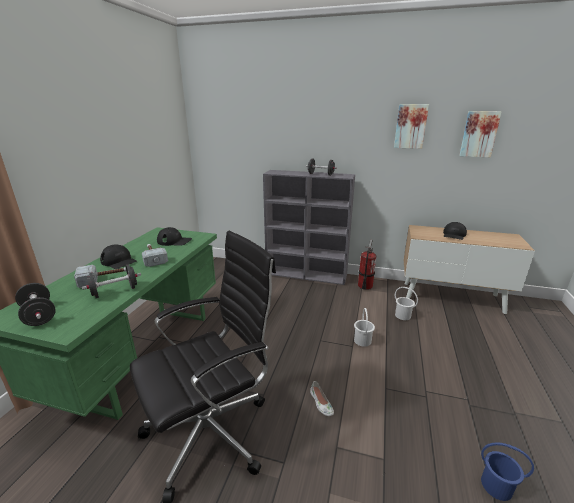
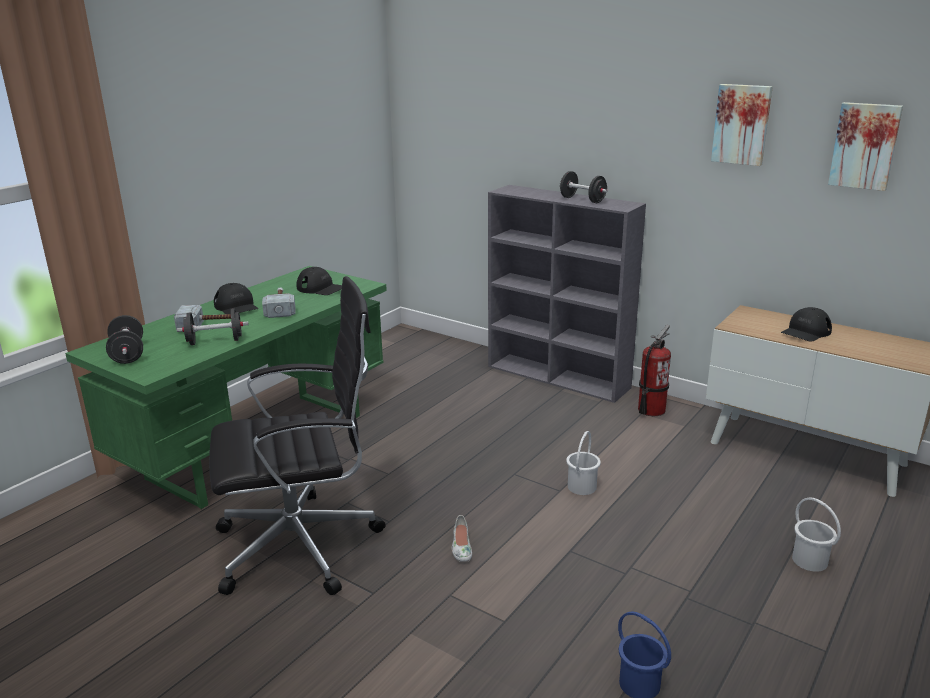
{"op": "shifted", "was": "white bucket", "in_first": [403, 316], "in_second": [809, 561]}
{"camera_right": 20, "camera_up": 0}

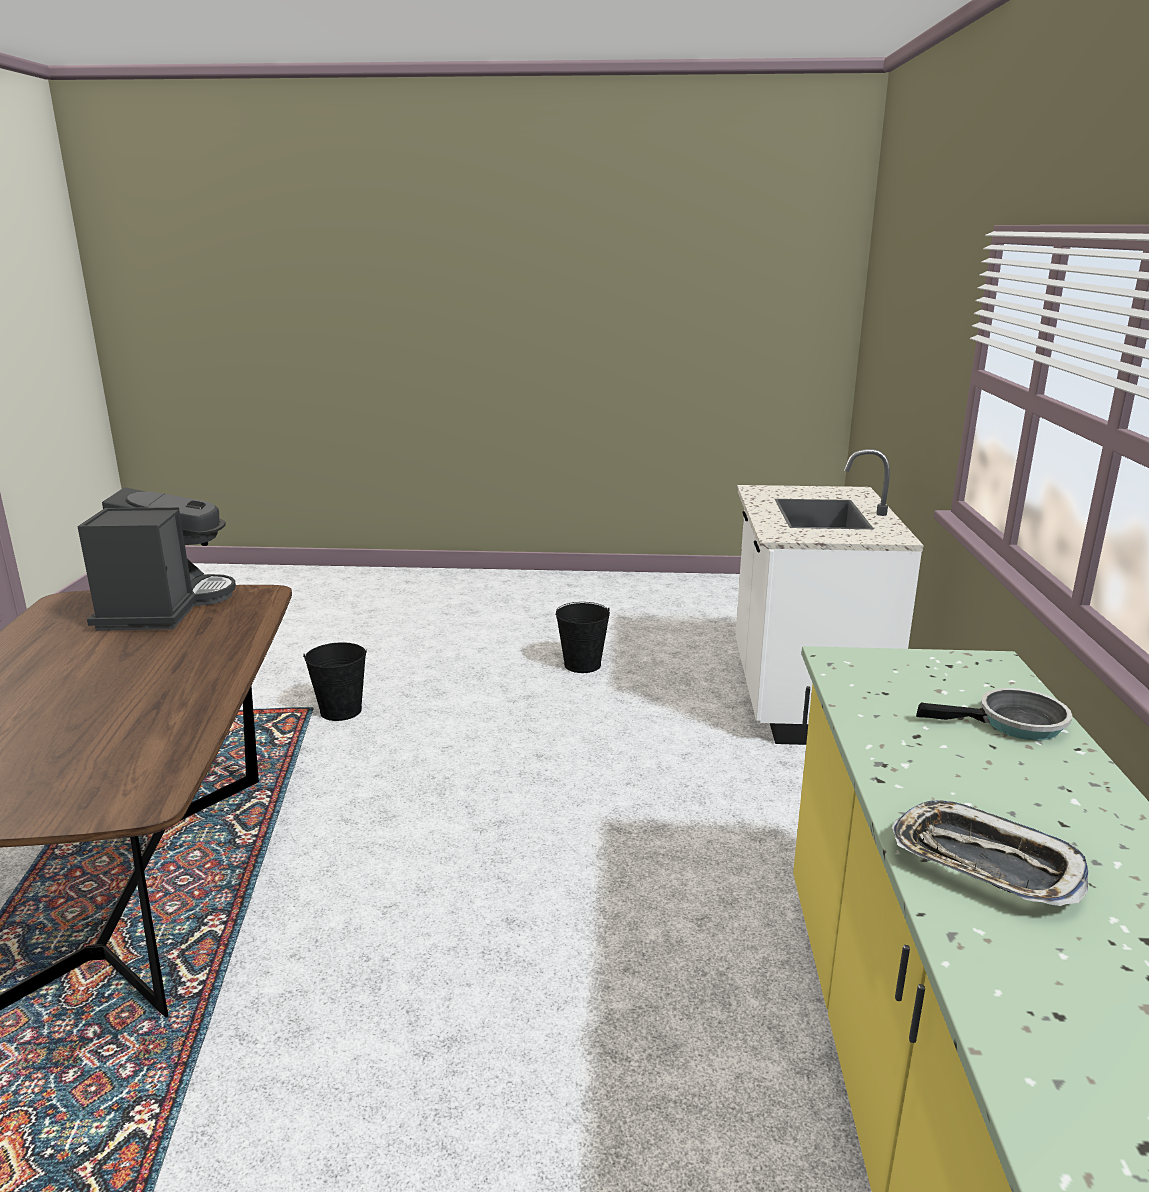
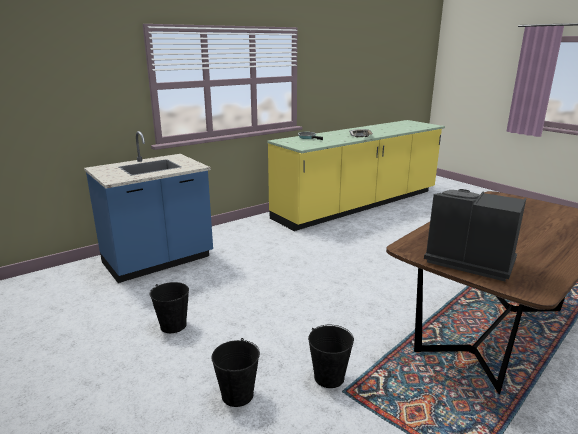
{"op": "repainted", "was": "white counter", "now": "blue counter", "in_first": [802, 698], "in_second": [158, 261]}
{"op": "rotated", "was": "coffee machine", "in_first": [163, 607], "in_second": [467, 260], "clockwise": 75}
{"op": "new", "now": "black bucket", "in_second": [237, 395]}
{"camera_right": -130, "camera_up": 0}

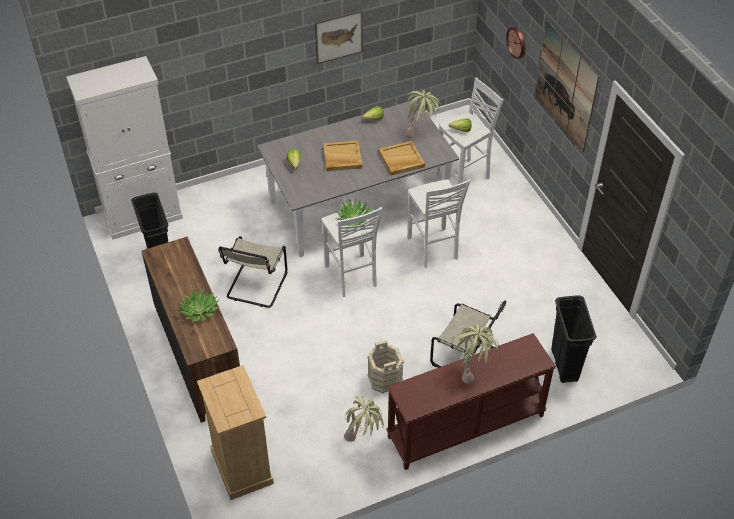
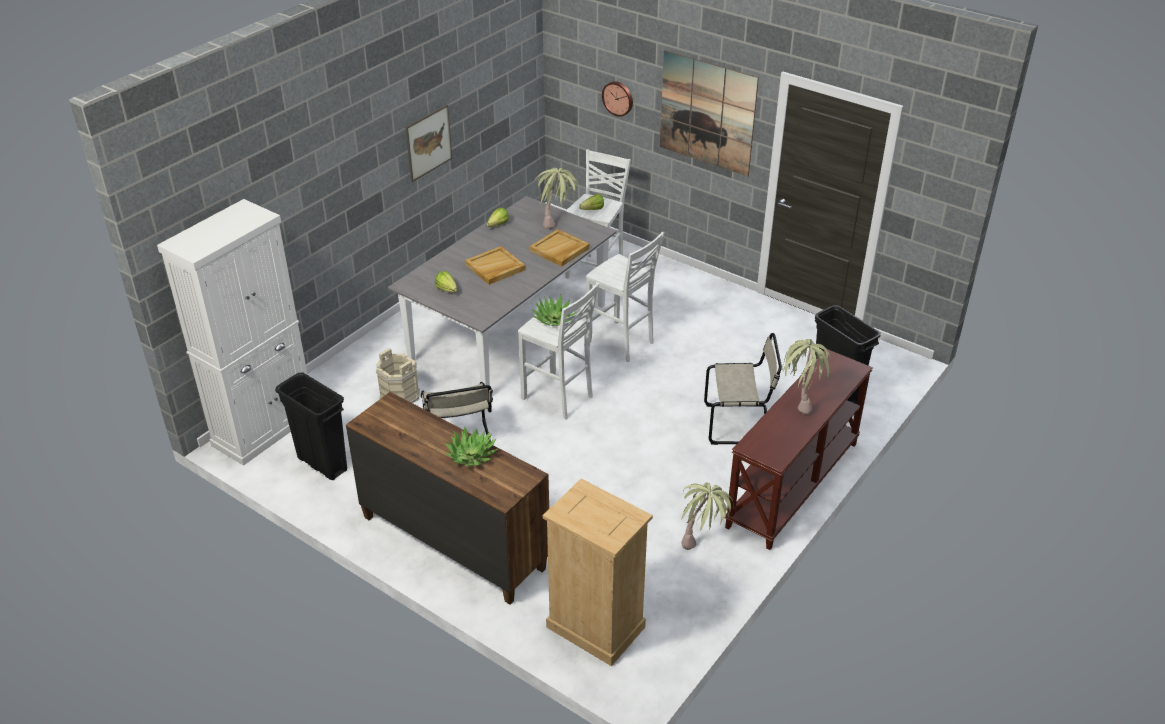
{"op": "shifted", "was": "beige bucket", "in_first": [385, 379], "in_second": [400, 396]}
{"camera_right": -30, "camera_up": -10}

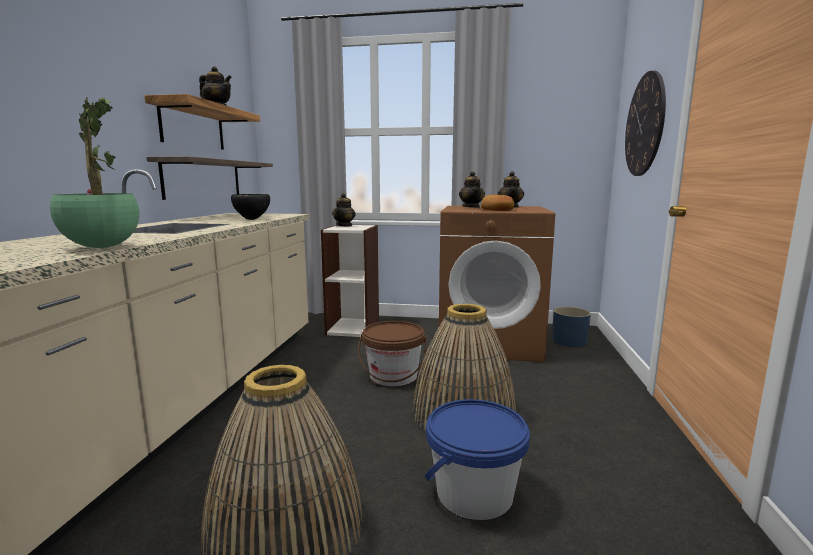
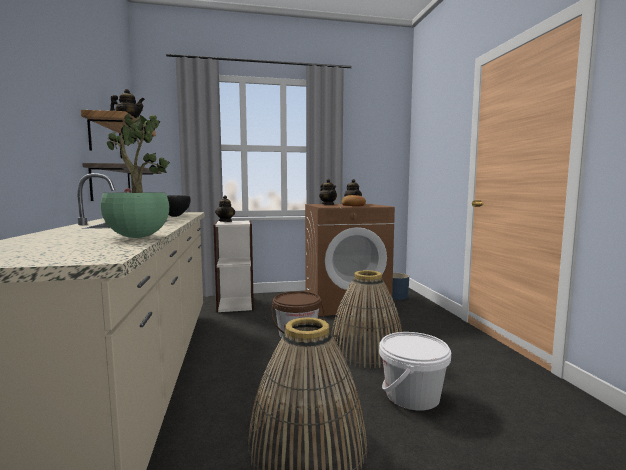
{"op": "gone", "was": "wall clock", "in_first": [644, 125]}
{"op": "repainted", "was": "blue bucket", "now": "white bucket", "in_first": [474, 492], "in_second": [412, 395]}
{"camera_right": -20, "camera_up": -5}

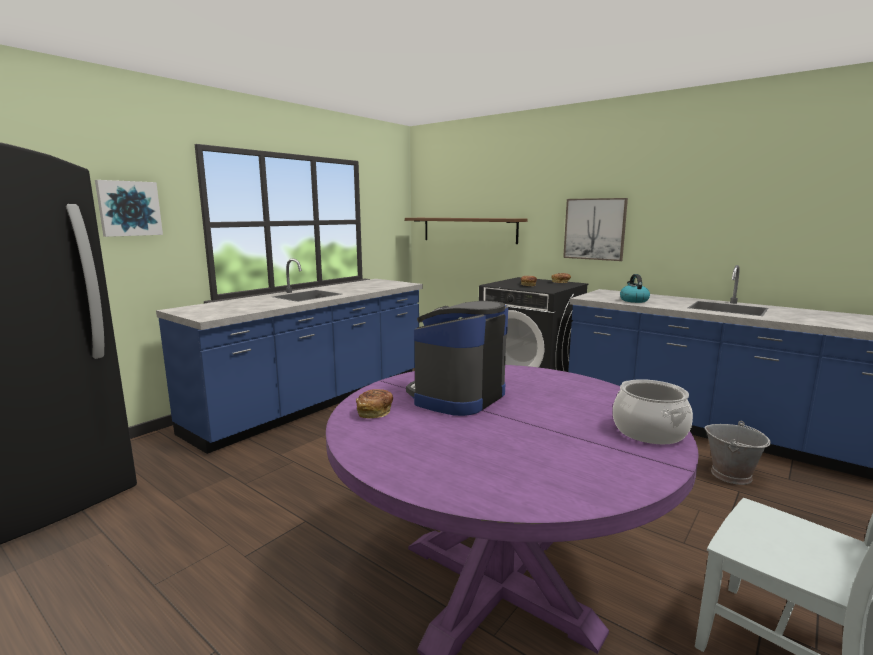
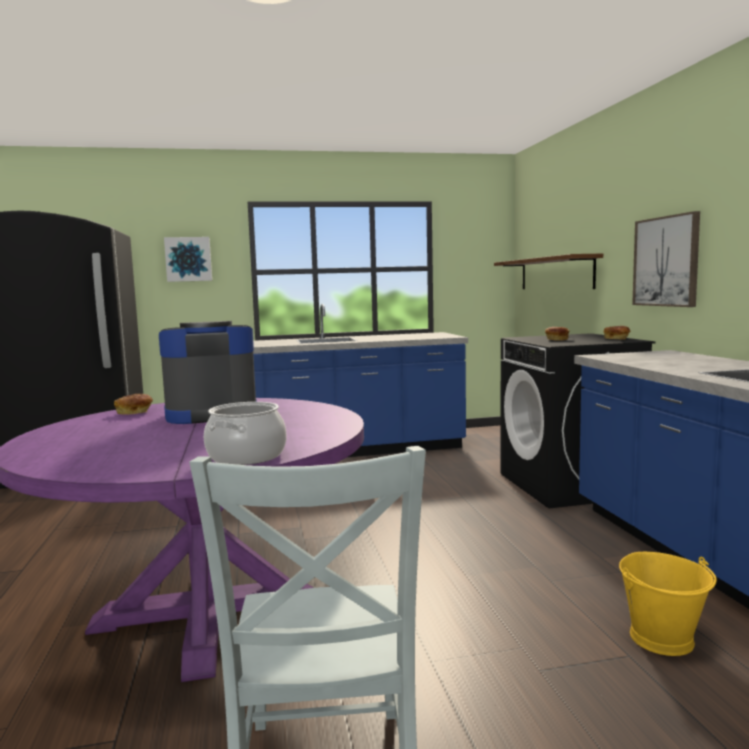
{"op": "gone", "was": "kettle", "in_first": [633, 300]}
{"op": "repainted", "was": "grey bucket", "now": "yellow bucket", "in_first": [731, 475], "in_second": [662, 638]}
{"camera_right": 40, "camera_up": -5}

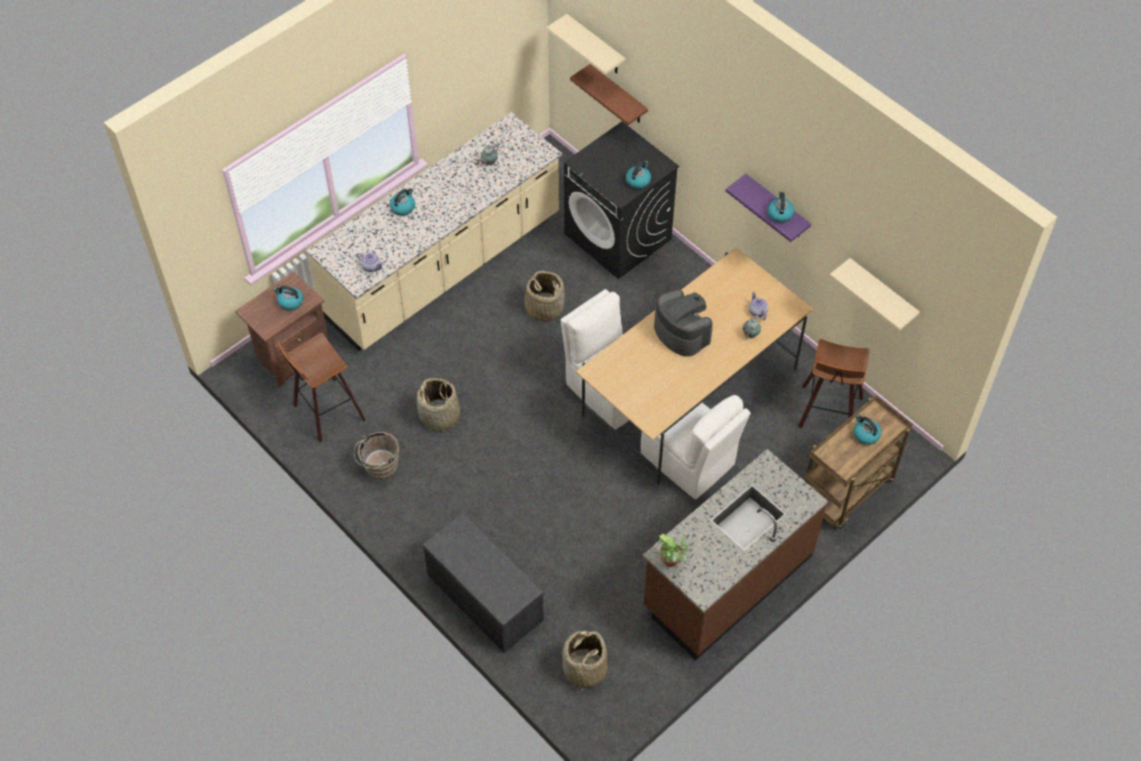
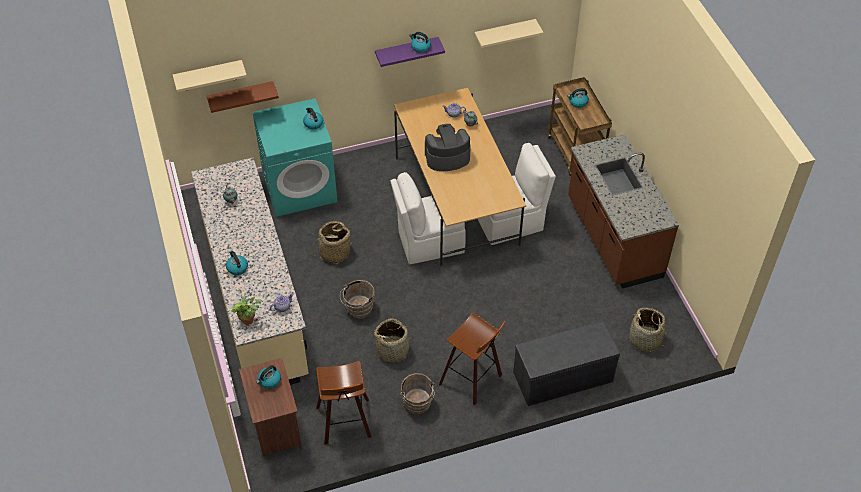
{"op": "repainted", "was": "black washing machine", "now": "turquoise washing machine", "in_first": [618, 236], "in_second": [300, 188]}
{"op": "shifted", "was": "stool", "in_first": [828, 414], "in_second": [473, 379]}
{"op": "shifted", "was": "potted plant", "in_first": [672, 561], "in_second": [249, 319]}
{"op": "new", "now": "brown bucket", "in_second": [358, 310]}
{"camera_right": -65, "camera_up": -5}

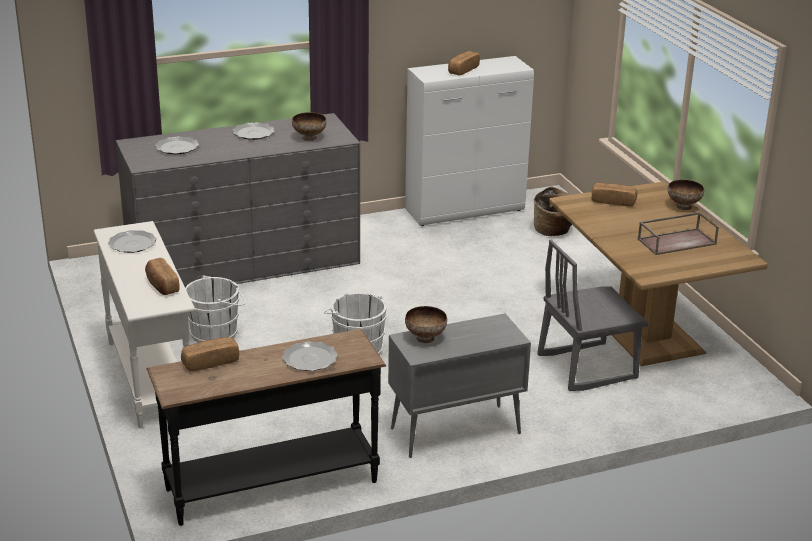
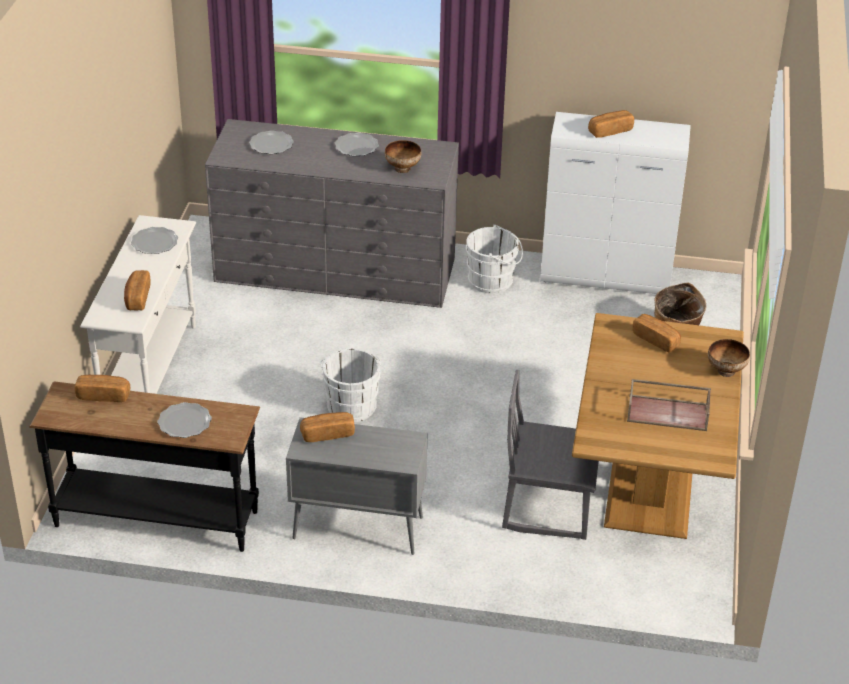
{"op": "shifted", "was": "white bucket", "in_first": [217, 333], "in_second": [493, 281]}
{"op": "swapped", "was": "bowl", "now": "bread", "in_first": [426, 338], "in_second": [327, 433]}
{"camera_right": 30, "camera_up": 10}

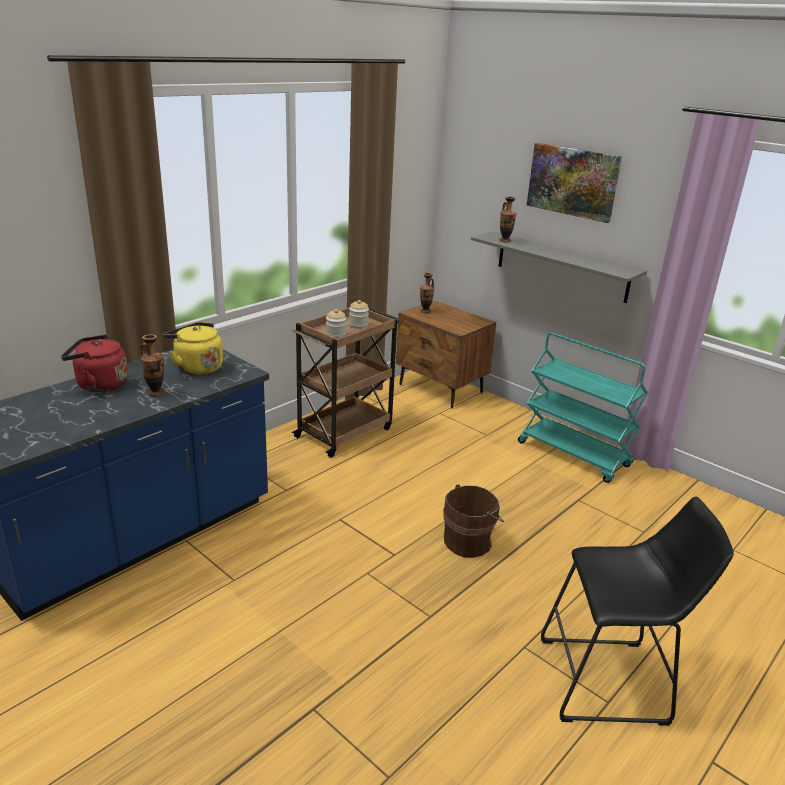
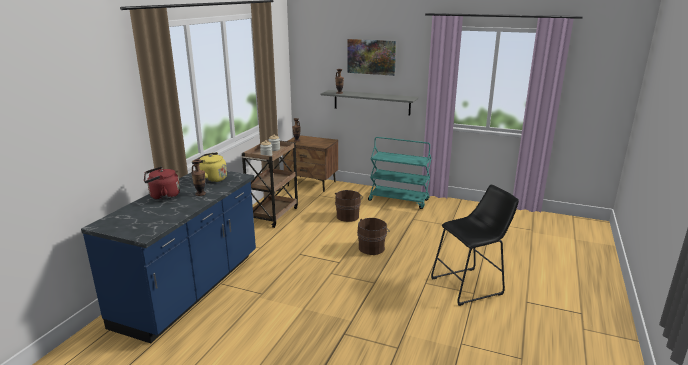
{"op": "new", "now": "brown bucket", "in_second": [348, 216]}
{"camera_right": -20, "camera_up": -5}

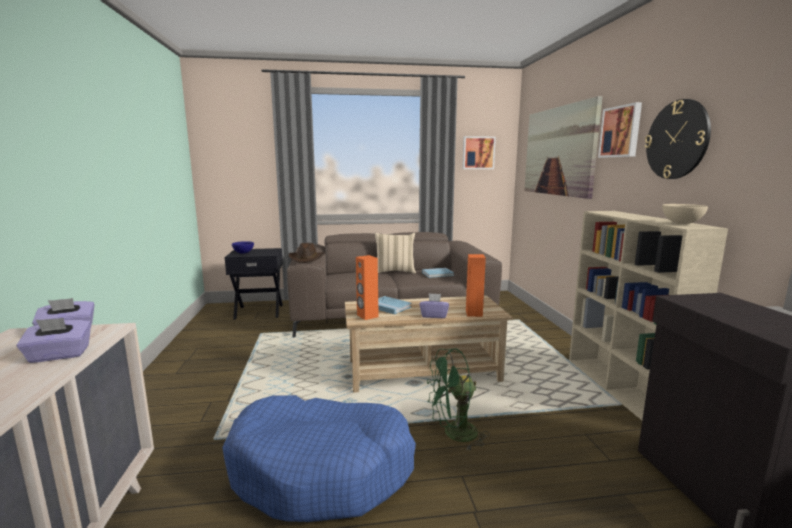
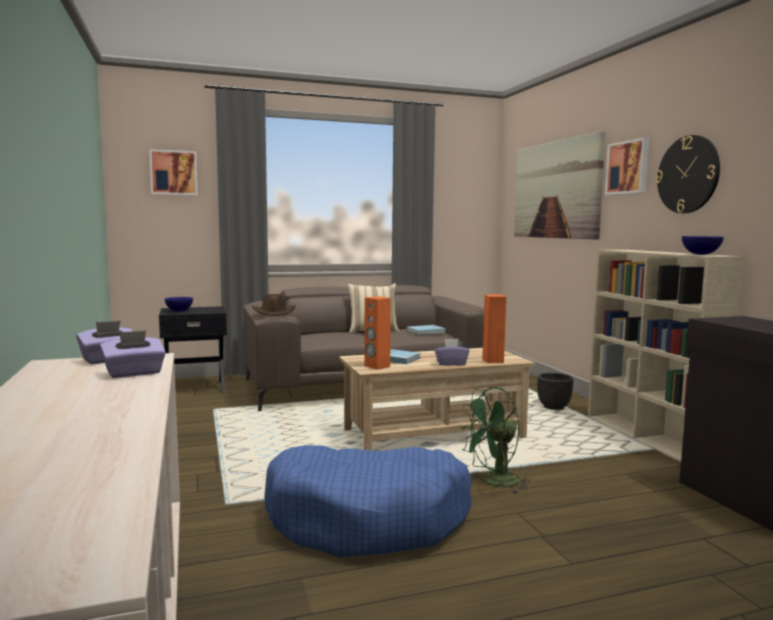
{"op": "shifted", "was": "picture", "in_first": [478, 153], "in_second": [174, 173]}
{"op": "repainted", "was": "beige bowl", "now": "blue bowl", "in_first": [682, 223], "in_second": [701, 254]}
{"op": "new", "now": "black planter", "in_second": [554, 407]}
{"camera_right": -10, "camera_up": -5}

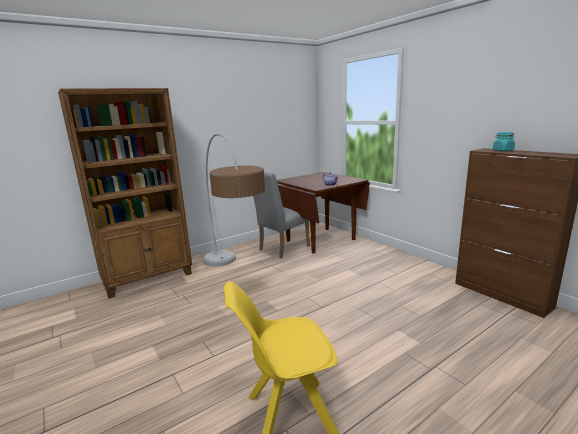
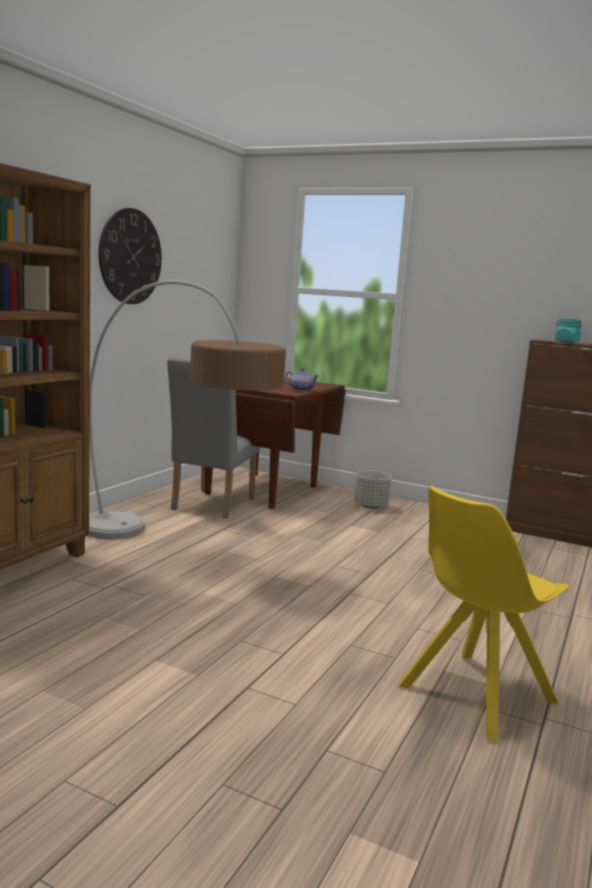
{"op": "new", "now": "wall clock", "in_second": [130, 256]}
{"op": "new", "now": "grey planter", "in_second": [370, 506]}
{"camera_right": -30, "camera_up": -5}

